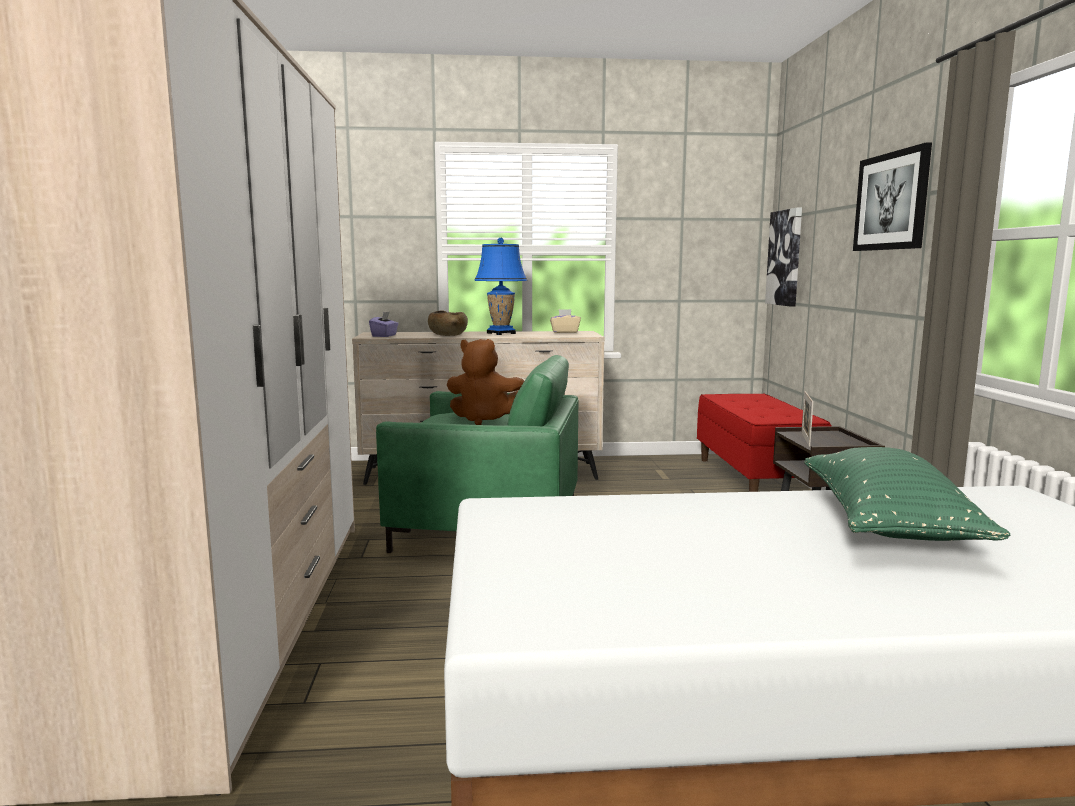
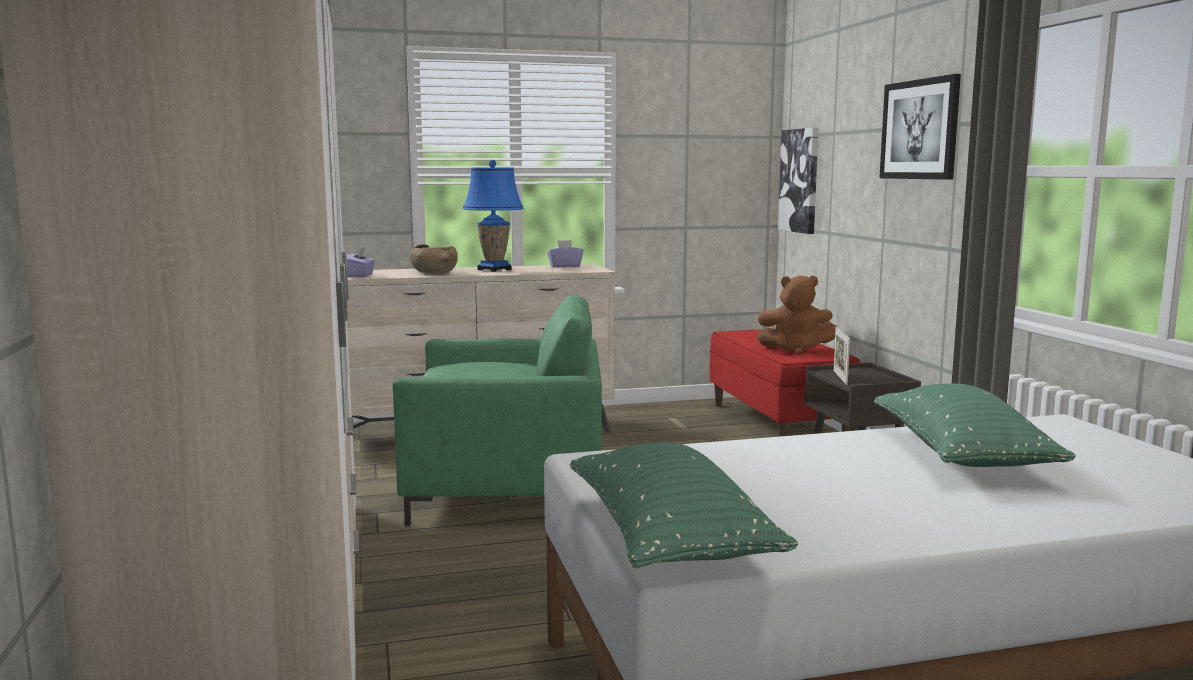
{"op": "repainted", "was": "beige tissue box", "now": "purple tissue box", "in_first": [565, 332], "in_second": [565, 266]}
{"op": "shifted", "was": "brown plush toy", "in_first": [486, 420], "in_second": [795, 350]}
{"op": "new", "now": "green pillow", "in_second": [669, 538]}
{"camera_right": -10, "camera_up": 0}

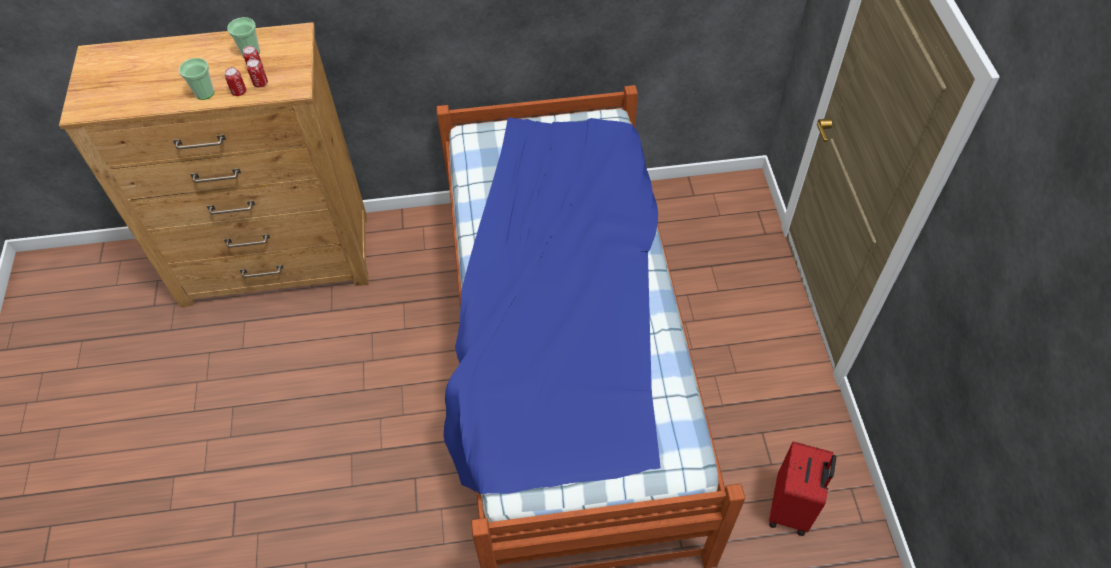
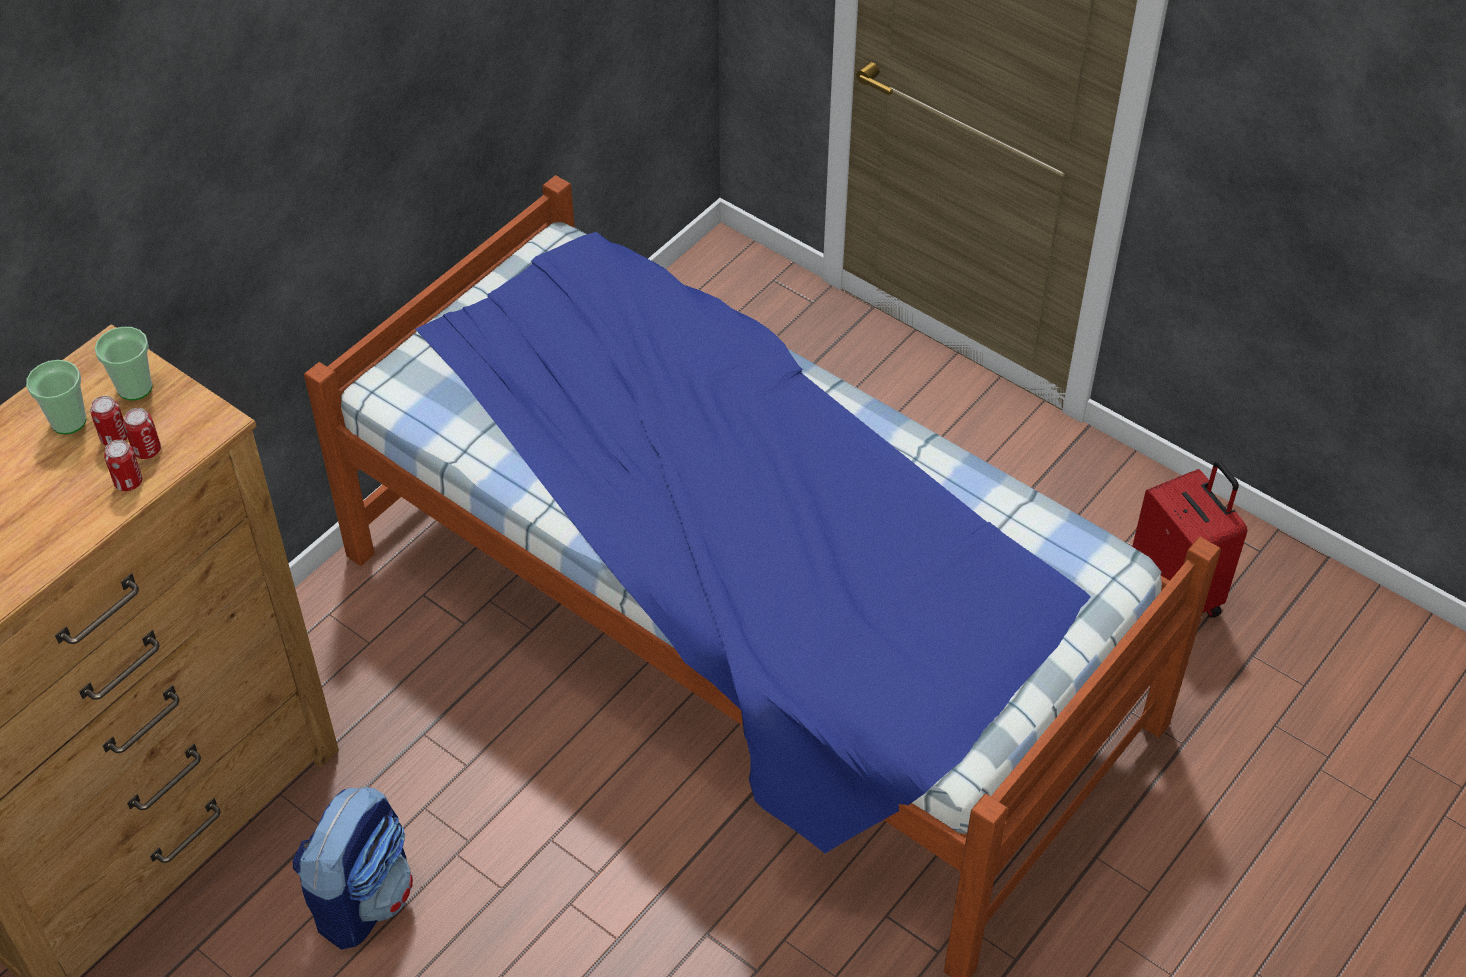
{"op": "shifted", "was": "cup", "in_first": [204, 93], "in_second": [135, 388]}
{"op": "new", "now": "backpack", "in_second": [363, 897]}
{"camera_right": -45, "camera_up": -5}

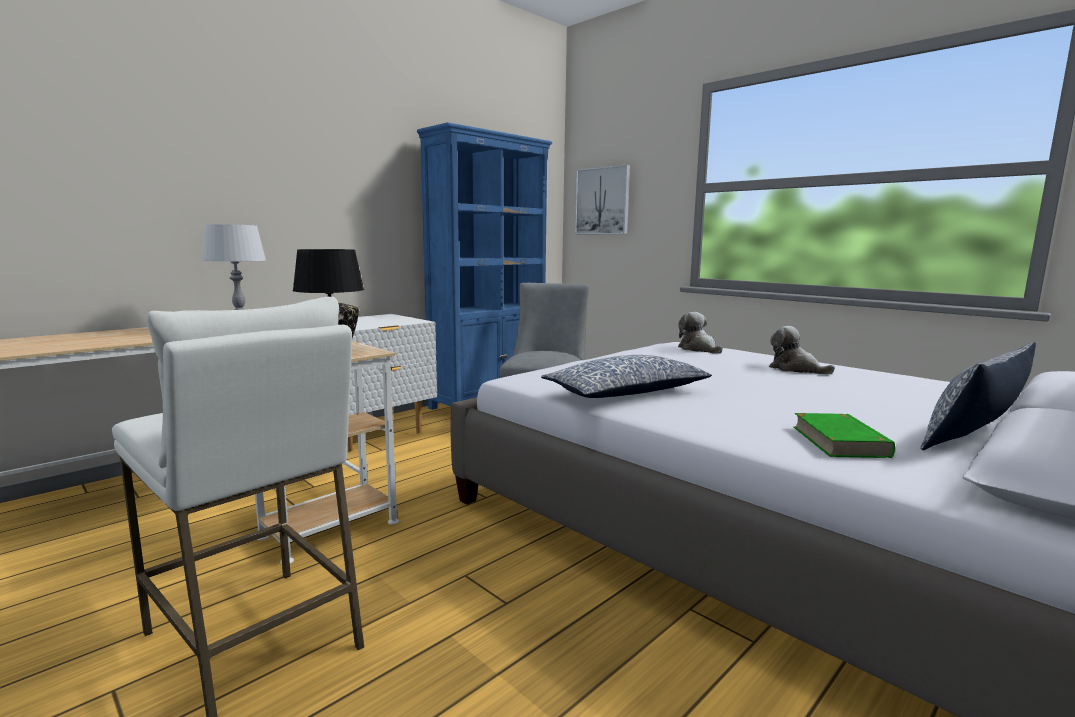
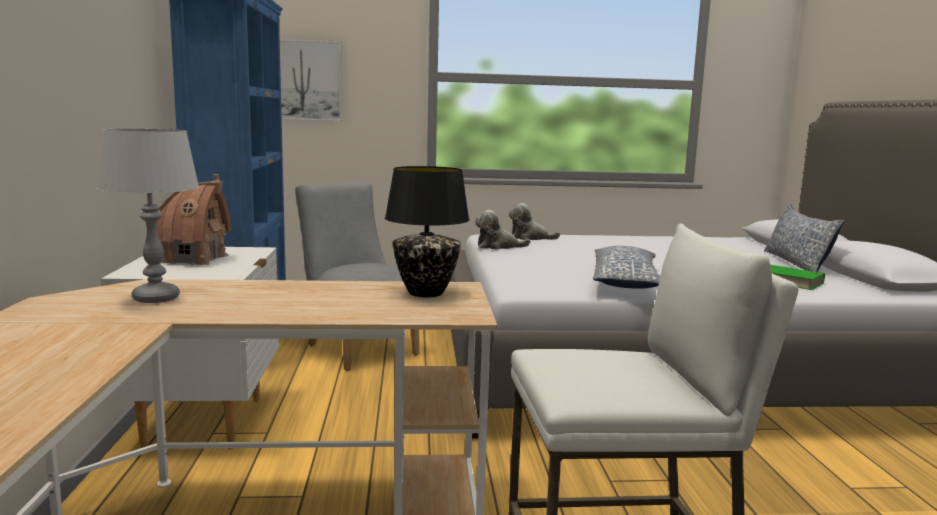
{"op": "shifted", "was": "plush toy", "in_first": [795, 369], "in_second": [498, 246]}
{"op": "new", "now": "toy house", "in_second": [195, 259]}
{"camera_right": -50, "camera_up": 0}

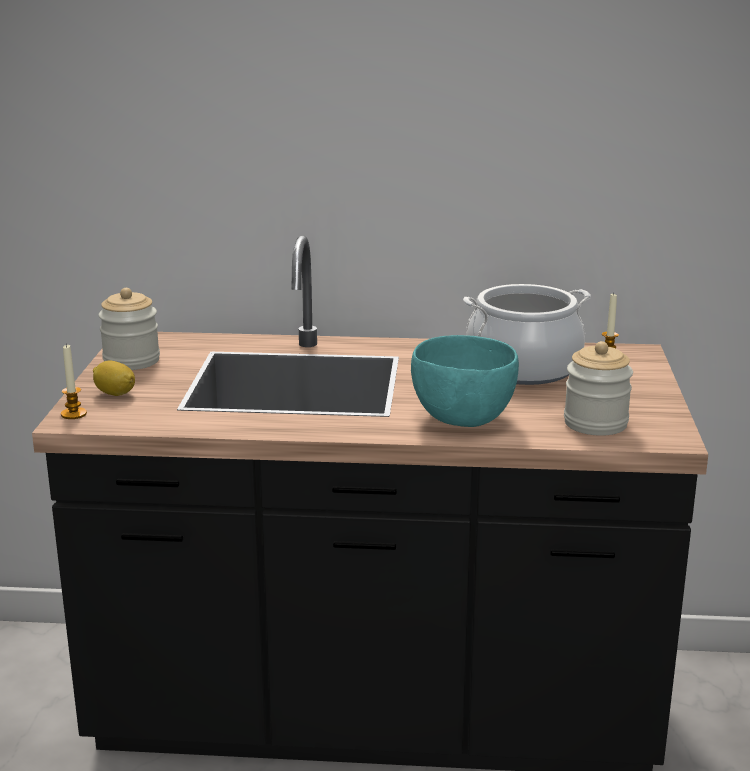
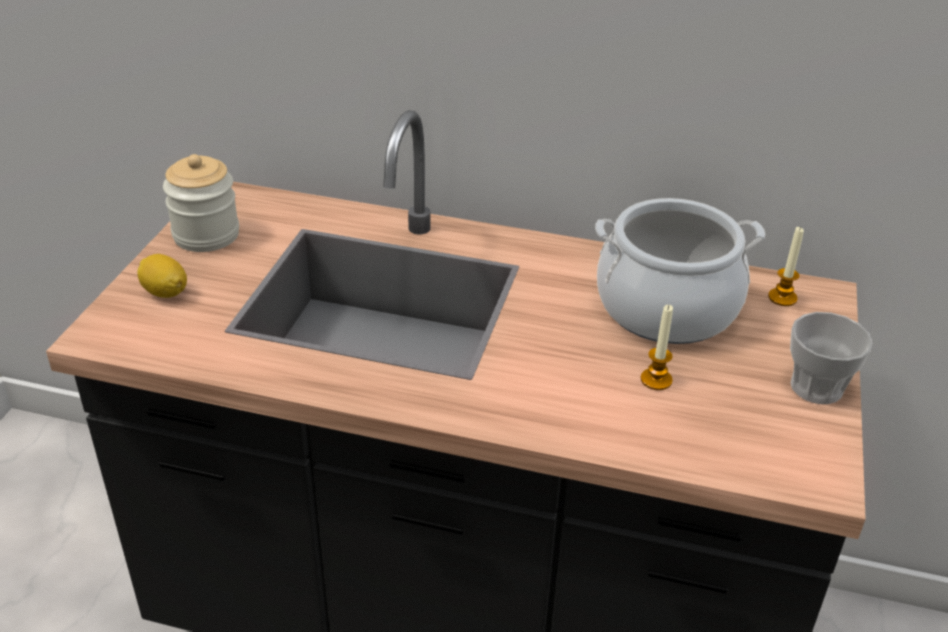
{"op": "gone", "was": "turquoise bowl", "in_first": [461, 419]}
{"op": "gone", "was": "jar", "in_first": [595, 423]}
{"op": "shifted", "was": "candle", "in_first": [73, 414], "in_second": [656, 380]}
{"op": "new", "now": "cup", "in_second": [816, 387]}
{"camera_right": 10, "camera_up": 15}

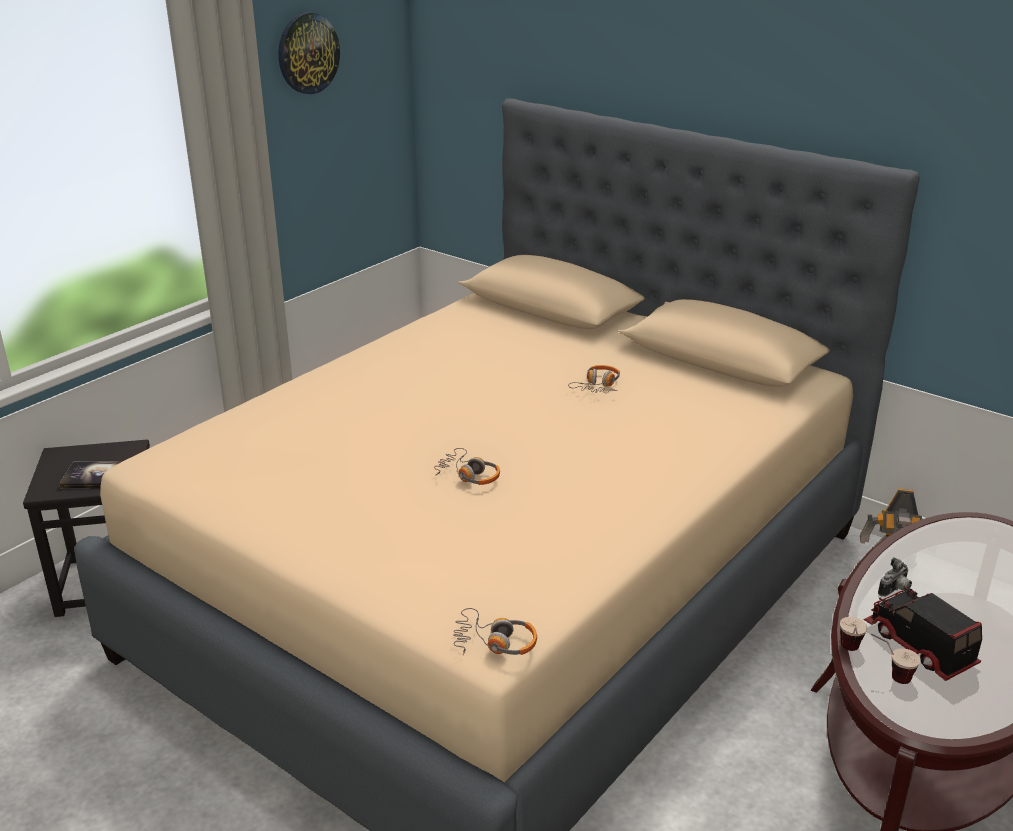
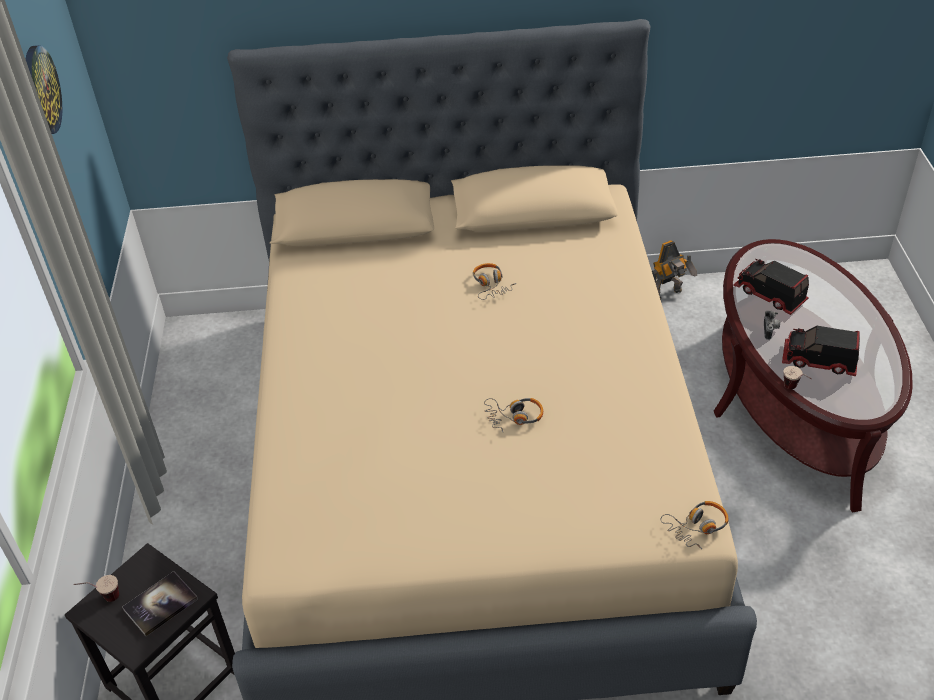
{"op": "shifted", "was": "cup", "in_first": [889, 675], "in_second": [103, 598]}
{"op": "new", "now": "toy truck", "in_second": [769, 295]}
{"camera_right": -40, "camera_up": 15}

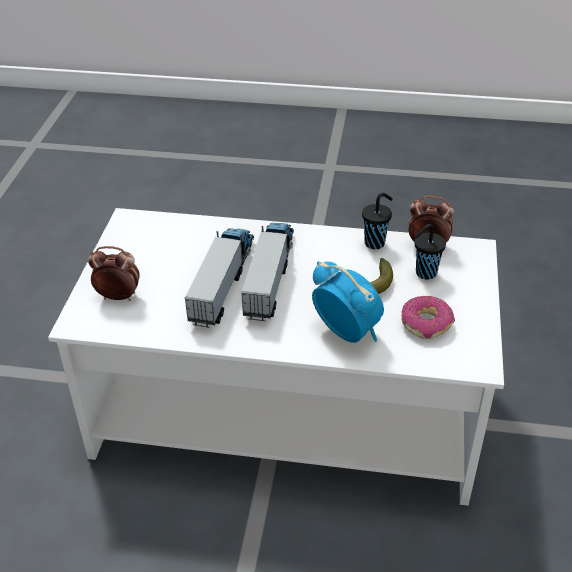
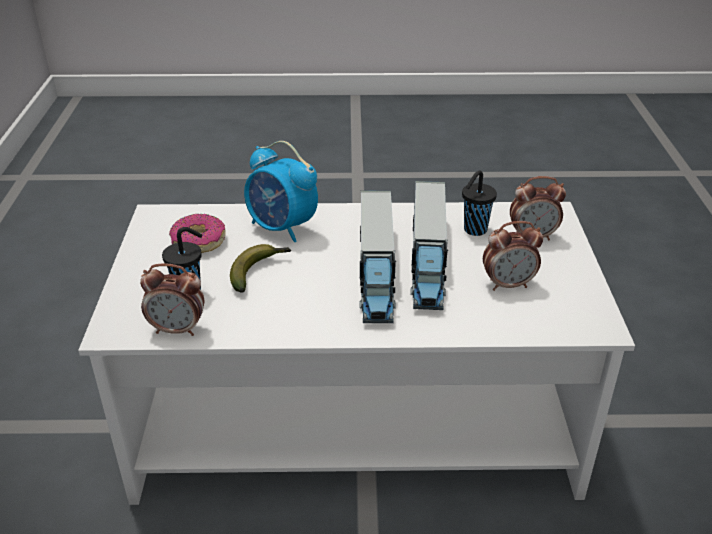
{"op": "shifted", "was": "black cup", "in_first": [375, 243], "in_second": [474, 230]}
{"op": "new", "now": "alarm clock", "in_second": [508, 284]}
{"camera_right": 170, "camera_up": -5}

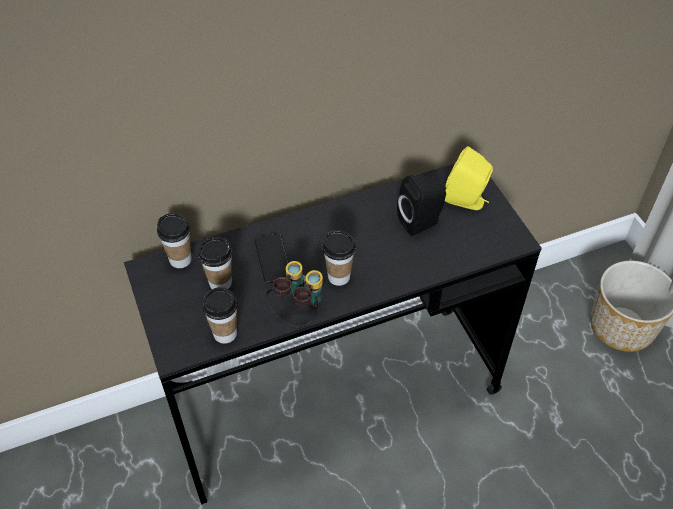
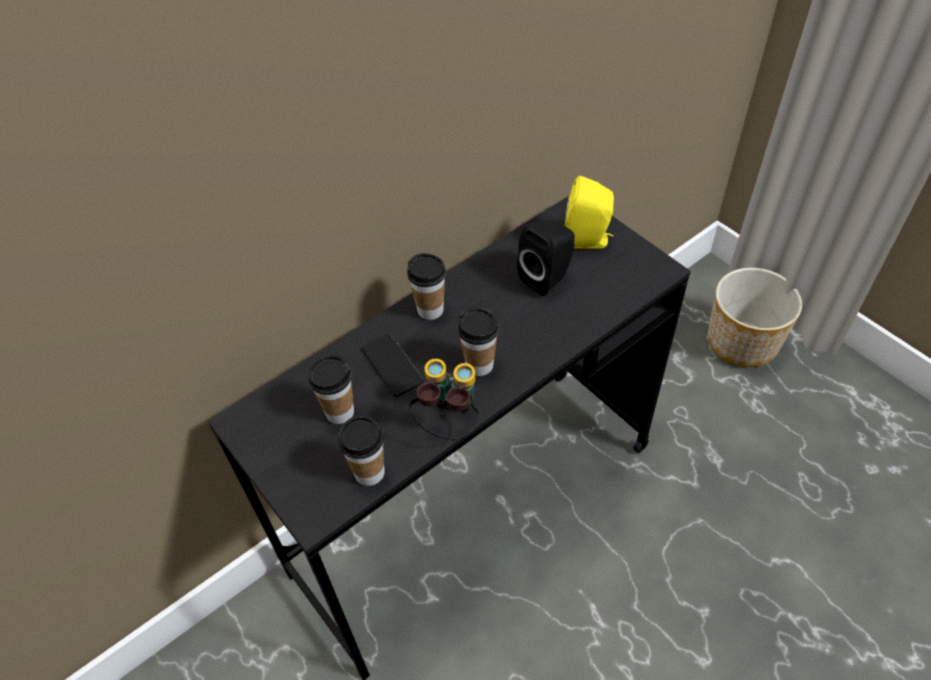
{"op": "shifted", "was": "cup", "in_first": [180, 259], "in_second": [430, 310]}
{"camera_right": -15, "camera_up": 0}

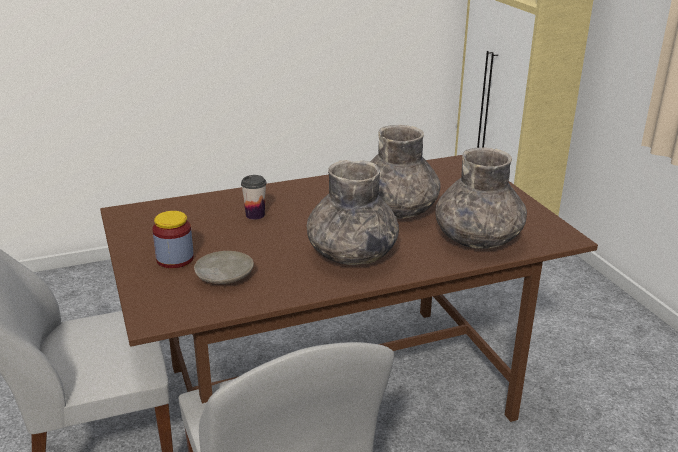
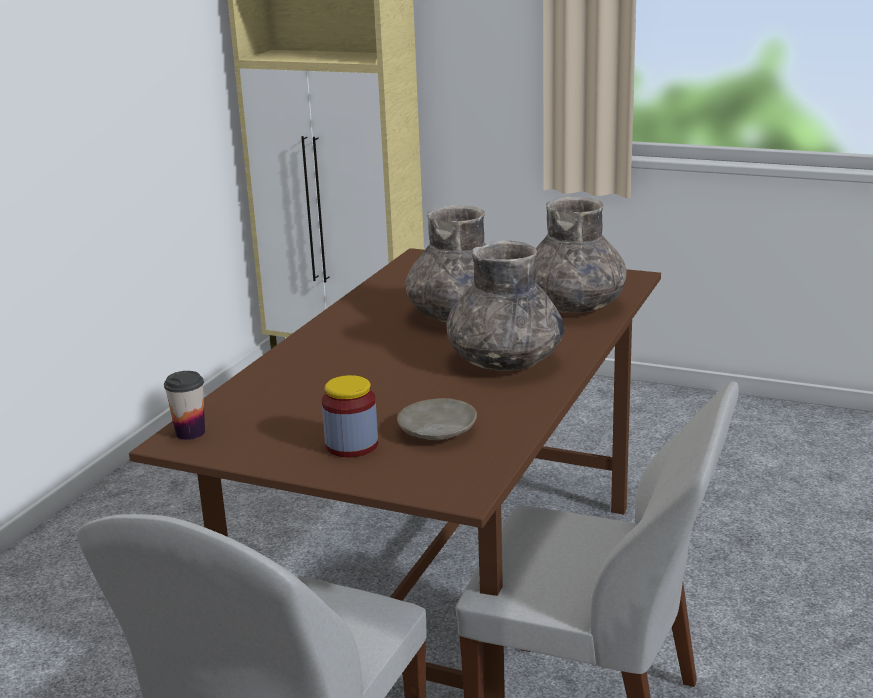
{"op": "shifted", "was": "cup", "in_first": [255, 215], "in_second": [190, 433]}
{"camera_right": -45, "camera_up": -5}

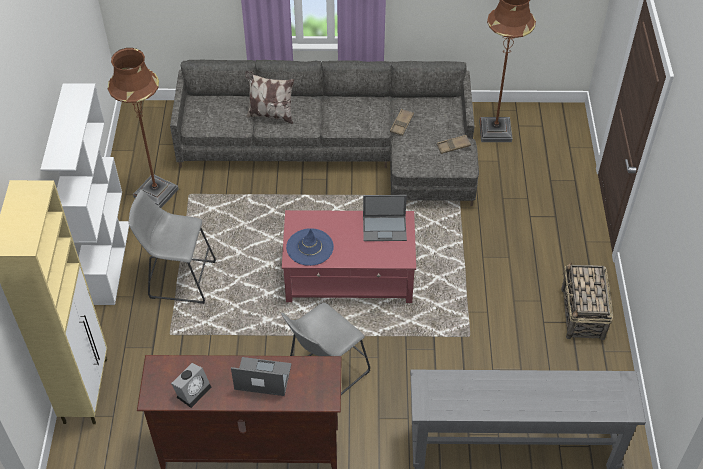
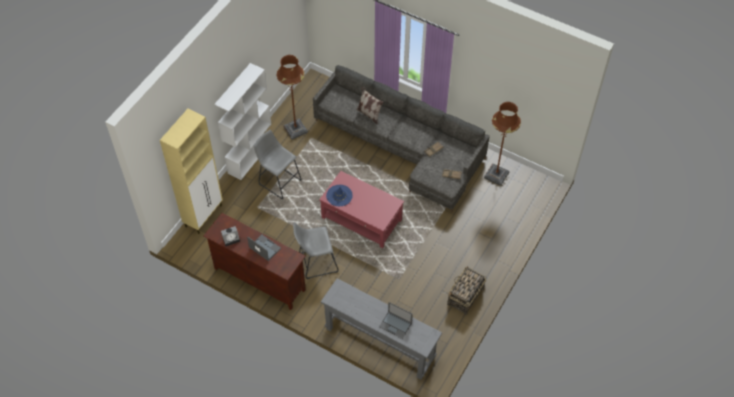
{"op": "shifted", "was": "laptop", "in_first": [385, 228], "in_second": [395, 325]}
{"camera_right": 30, "camera_up": 5}

